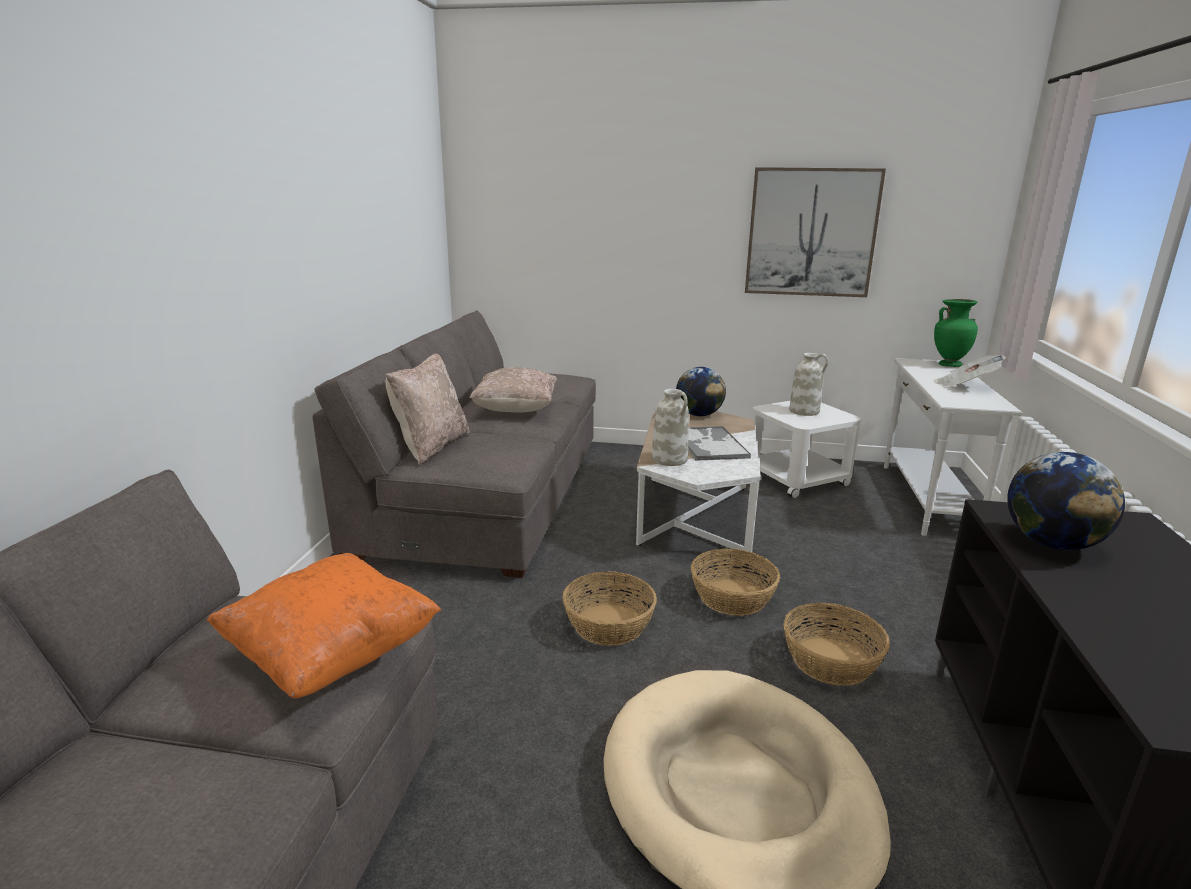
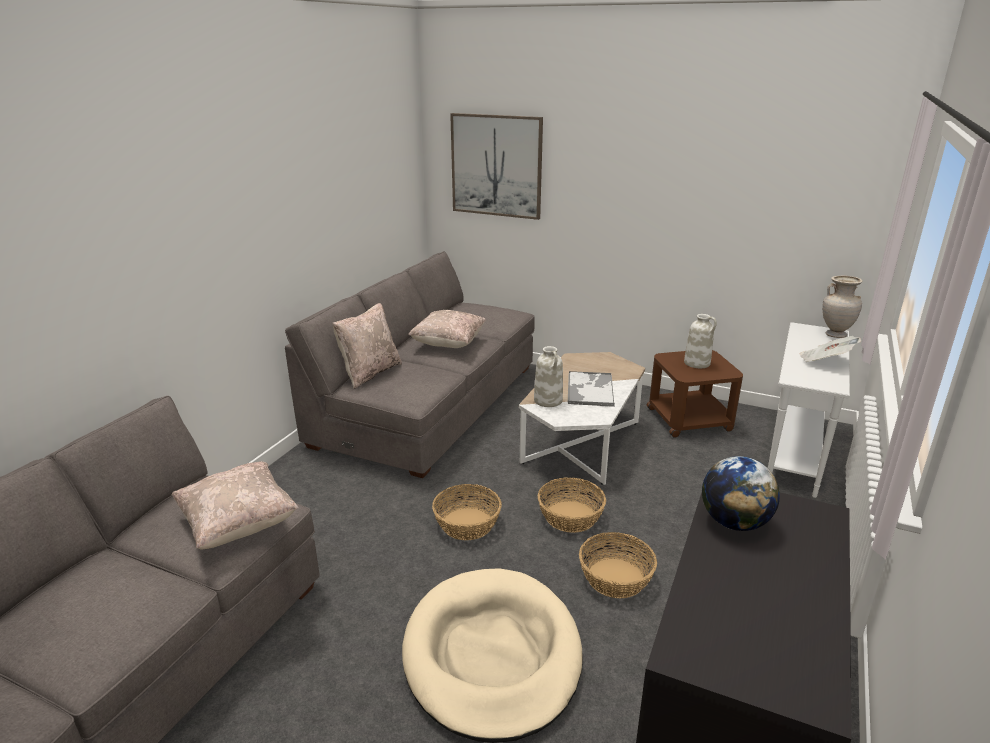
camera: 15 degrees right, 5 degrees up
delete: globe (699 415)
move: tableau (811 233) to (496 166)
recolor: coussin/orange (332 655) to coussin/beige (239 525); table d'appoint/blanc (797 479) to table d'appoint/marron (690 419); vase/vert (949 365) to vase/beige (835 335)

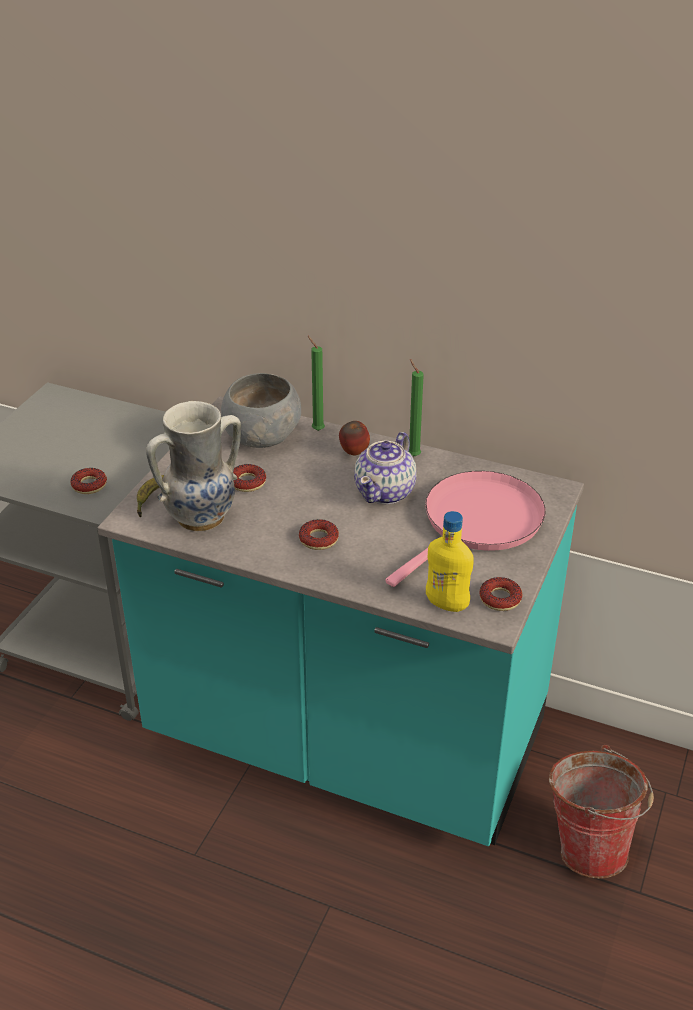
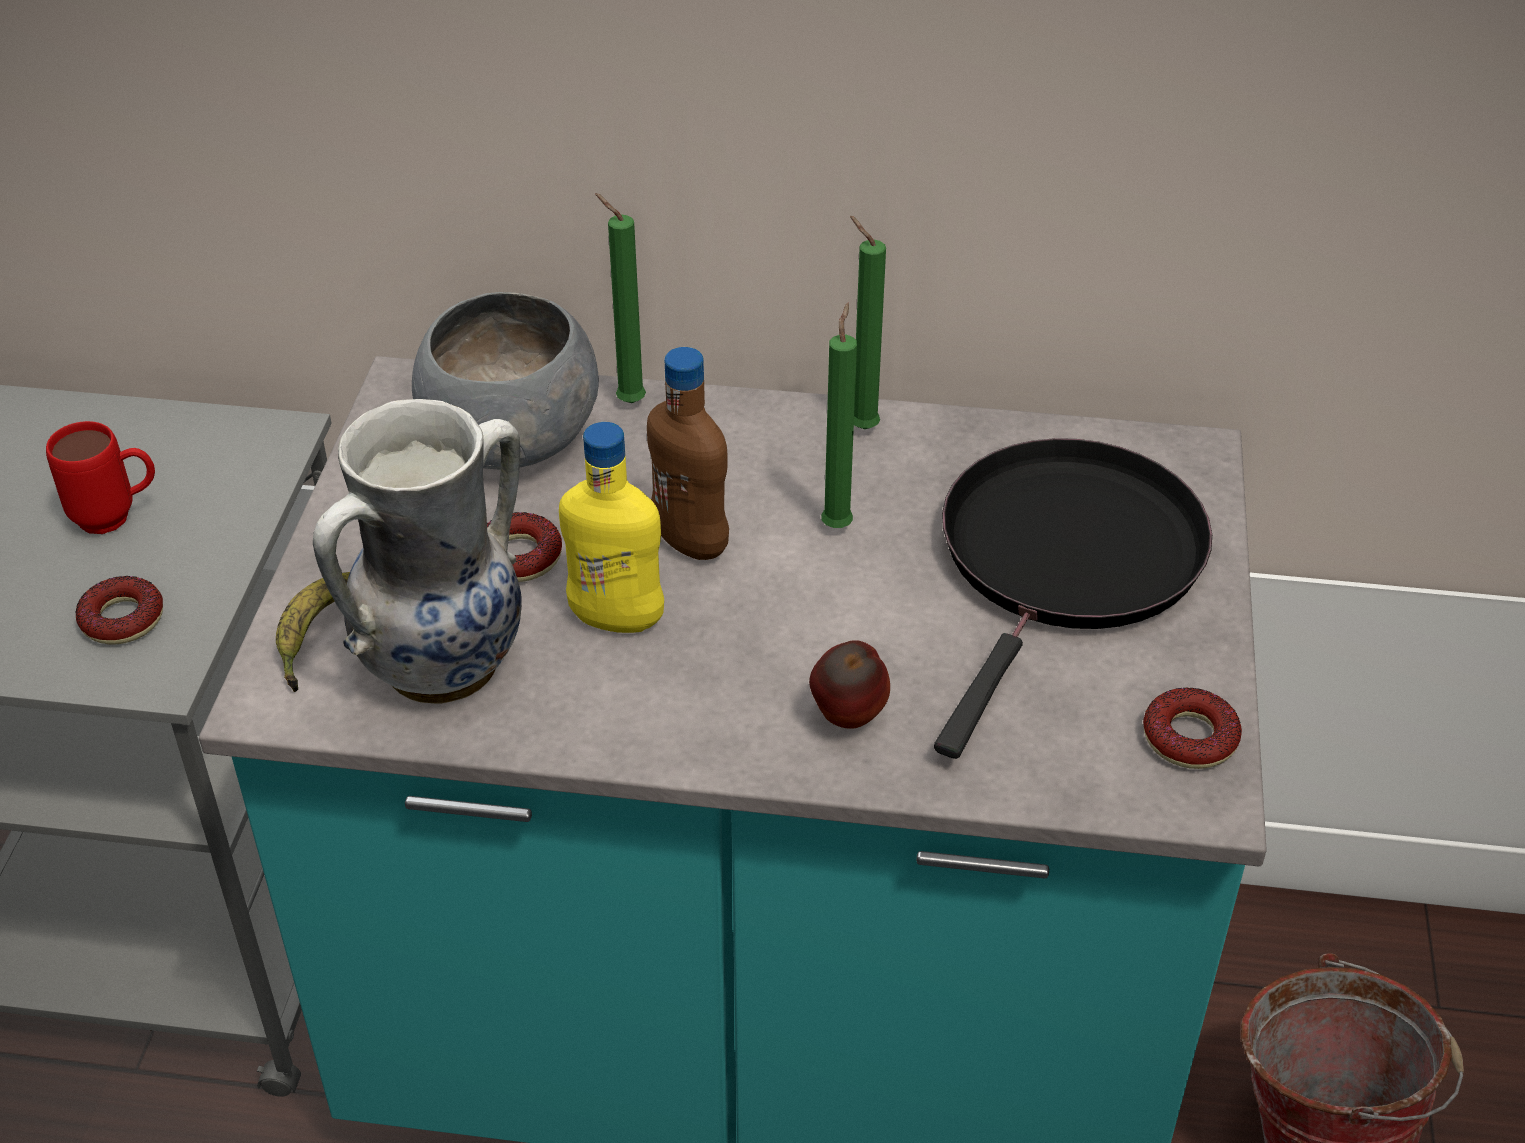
camera: 15 degrees left, 5 degrees up
delete: beignet (318 539)
insert: mug/rouge (118 518); bouteille/marron (690 541)
move: bouteille/jaune (447 604) to (617 619); pomme (353 453) to (847 719)
replace: théière (386 491) to bougie/vert (838 524)
recolor: poêle/rose (478 523) to poêle/noir (1066 562)

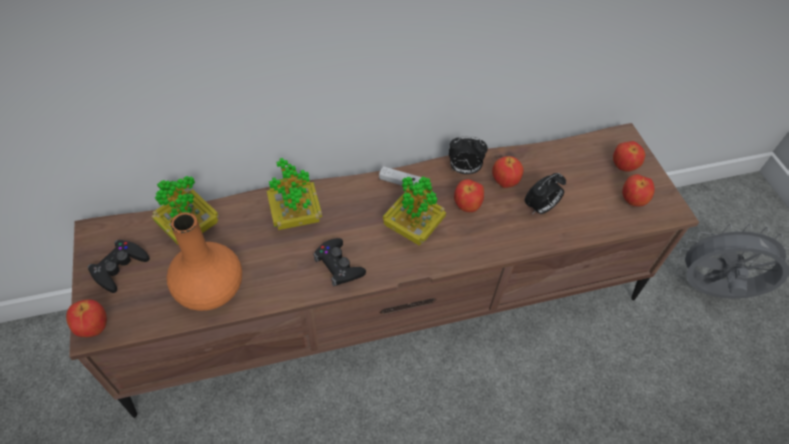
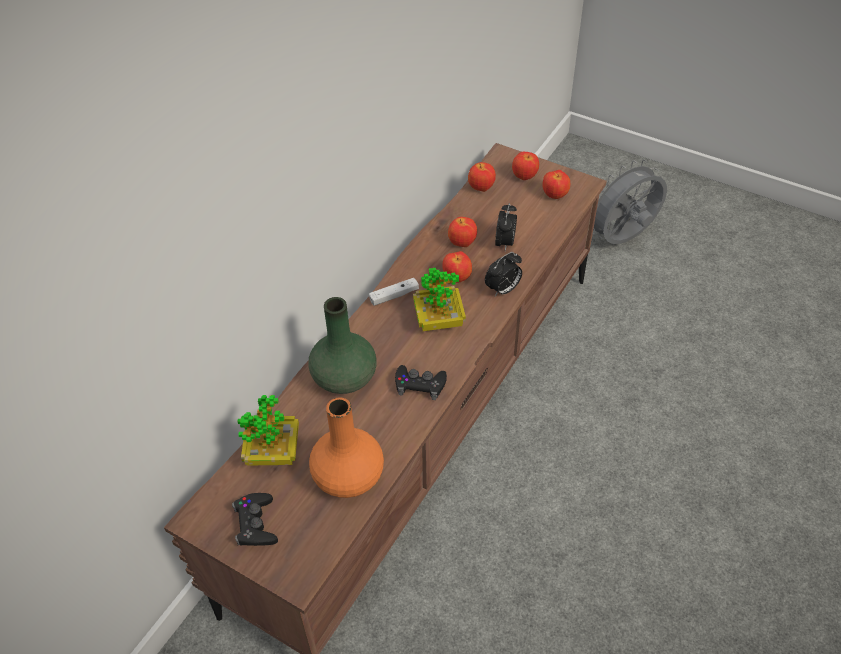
camera: 40 degrees left, 5 degrees down
move: pomme (93 328) to (481 188); réveil (463 170) to (503 290)
replace: plante en pot (296 216) to vase/vert (344 378)

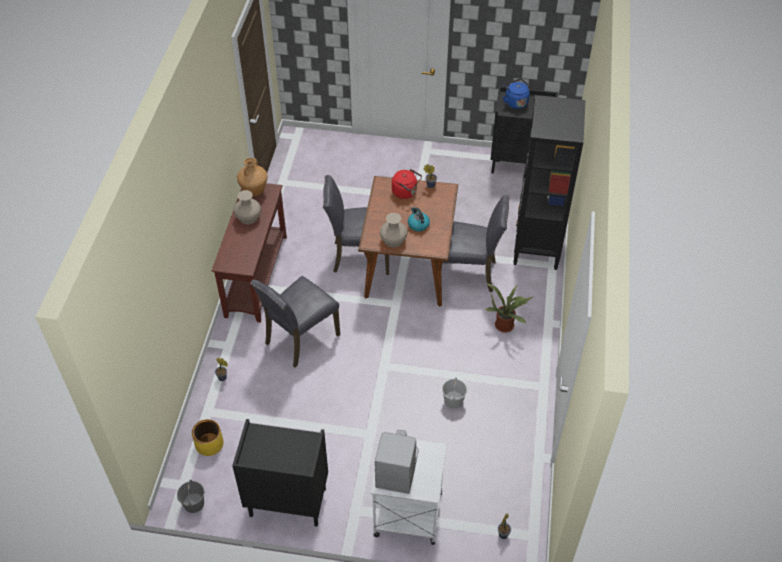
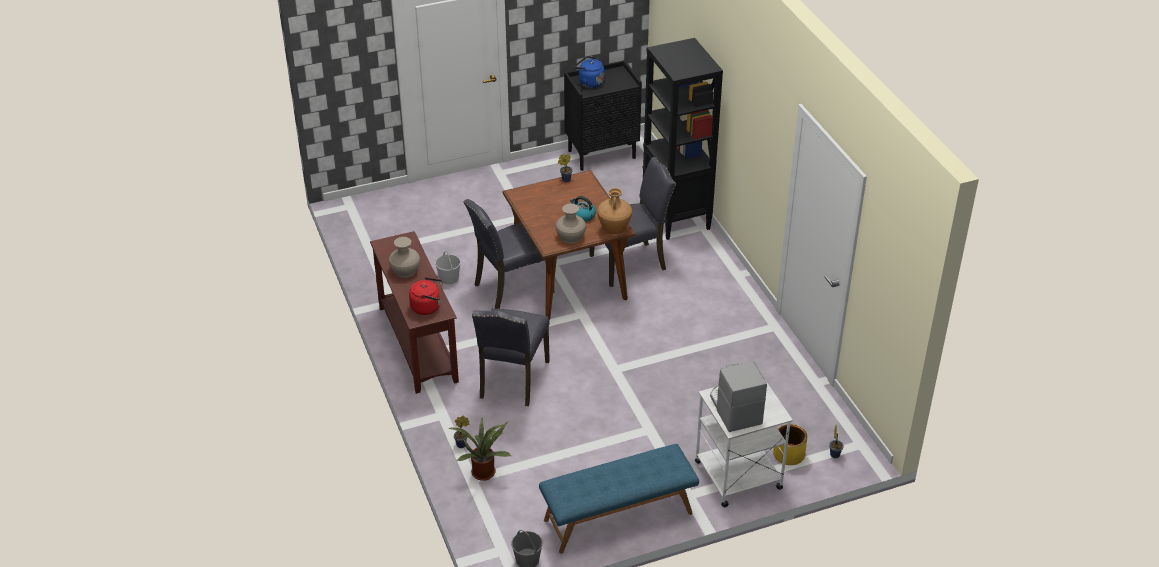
camera: 30 degrees left, 10 degrees down
move: bouilloire/rouge (406 192) to (428 307); seau/blanc (453 401) to (449 278); plante en pot (505 324) to (484 471); vase/marron (254 191) to (614 230); cache-pot/jaune (209 444) to (789 455)
replace: meuble de rangement/noir (287 502) to banc/bleu (618 517)

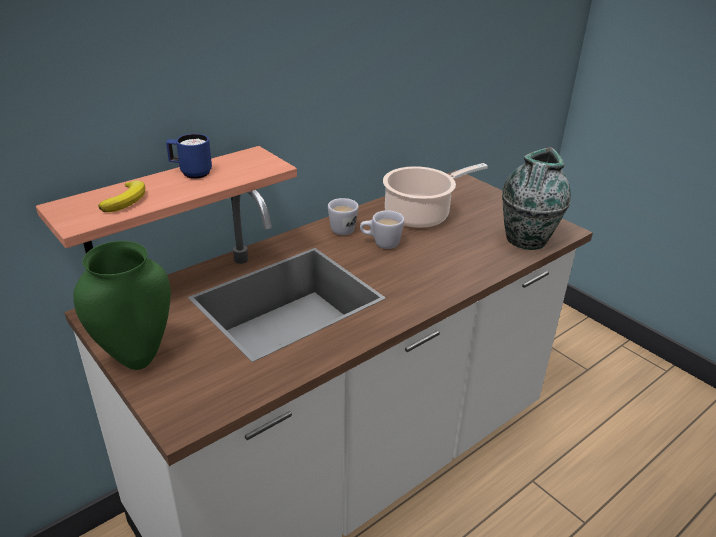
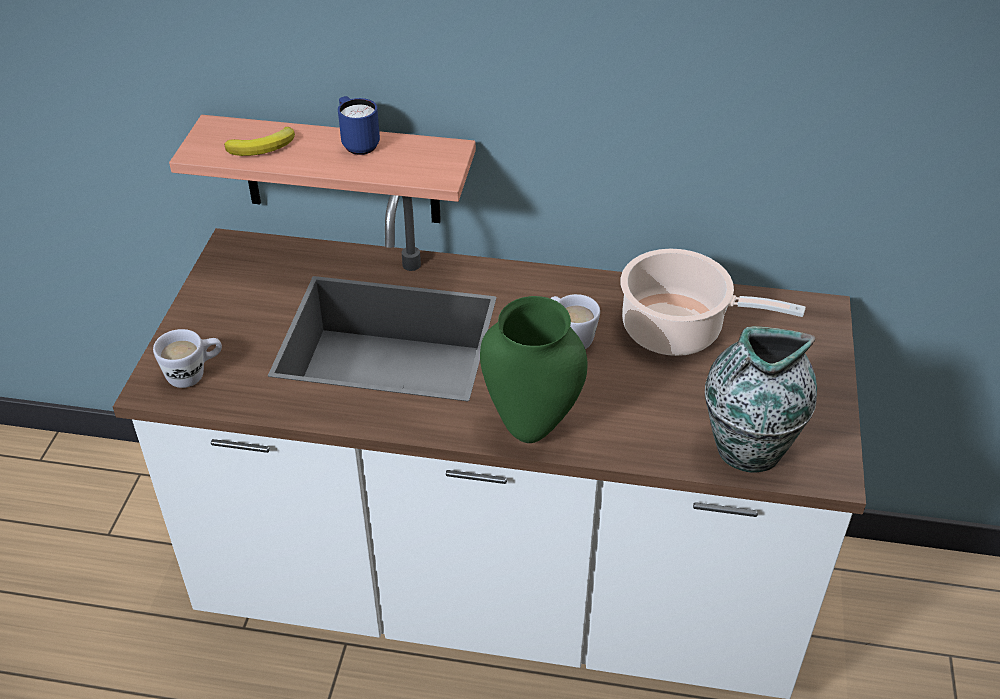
camera: 50 degrees right, 10 degrees up
move: mug/blanc (344 228) to (194 374); vase/vert (137 360) to (530 430)

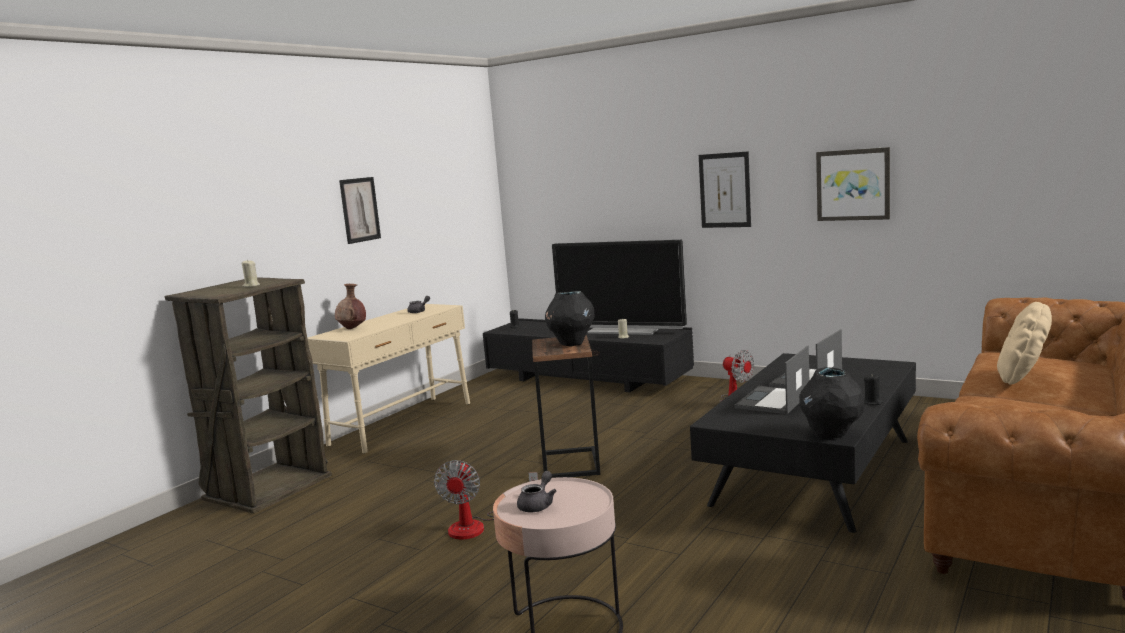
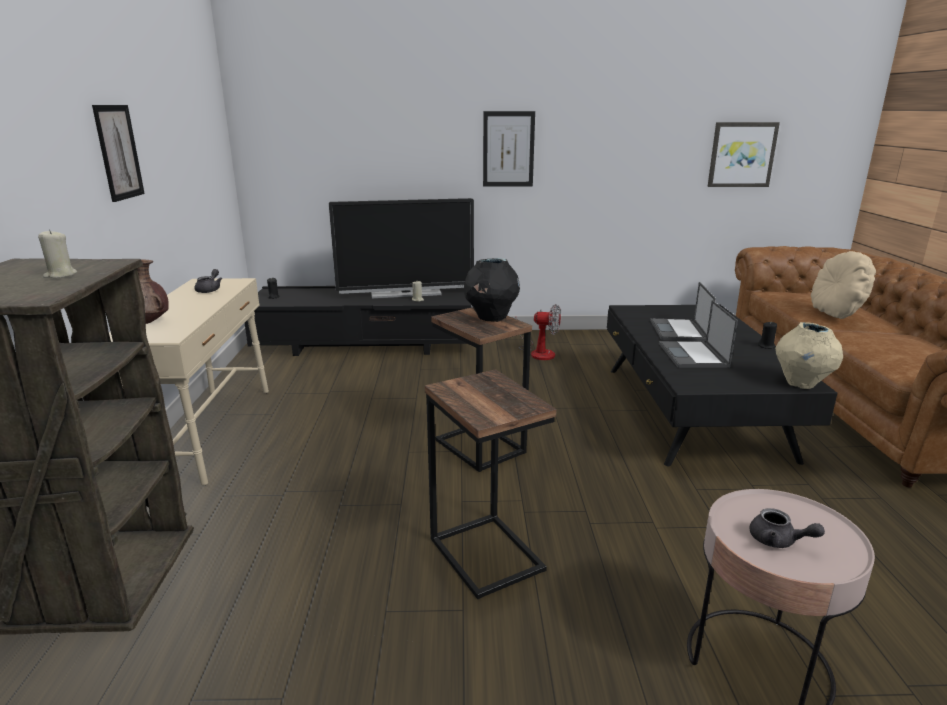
camera: 35 degrees left, 10 degrees up
move: tableau (853 185) to (742 155)
replace: ventilateur (479 526) to table d'appoint (487 553)
recolor: vase/noir (831 435) to vase/beige (801 384)
rotate: théière/gris (538 505) = (778 541) 135 degrees clockwise

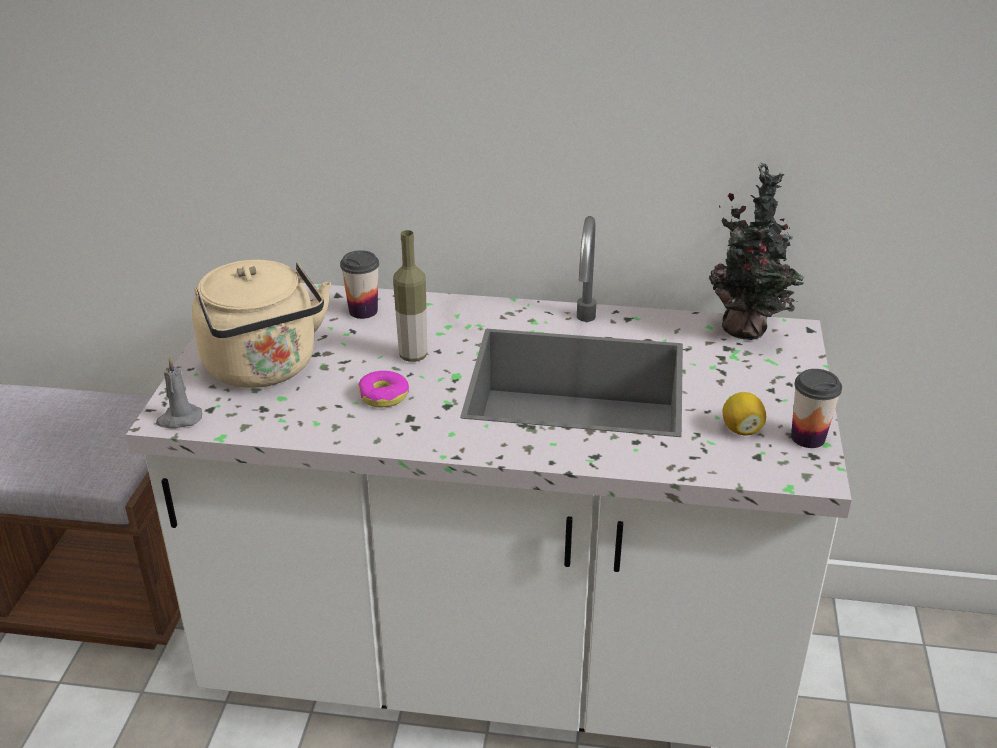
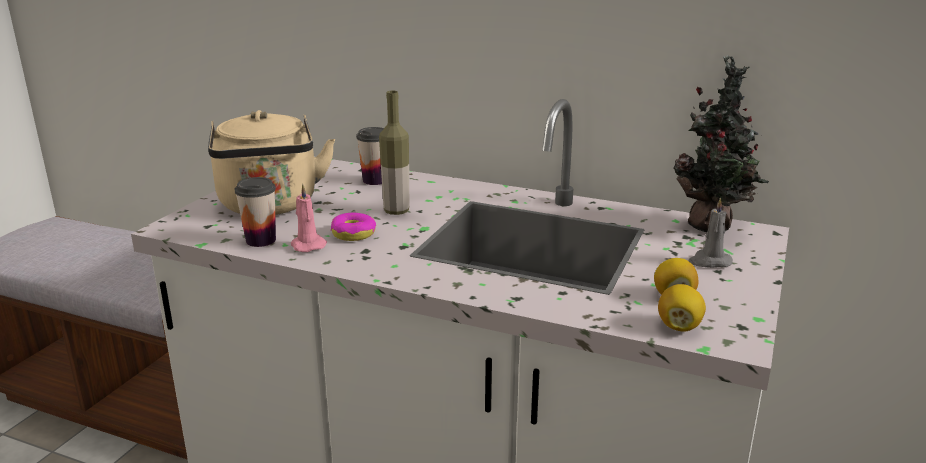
camera: 15 degrees right, 10 degrees down
insert: bougie/rose (307 245); citron (679 326)
move: tasse (808 437) to (261 240); bougie/gris (179 419) to (709 262)

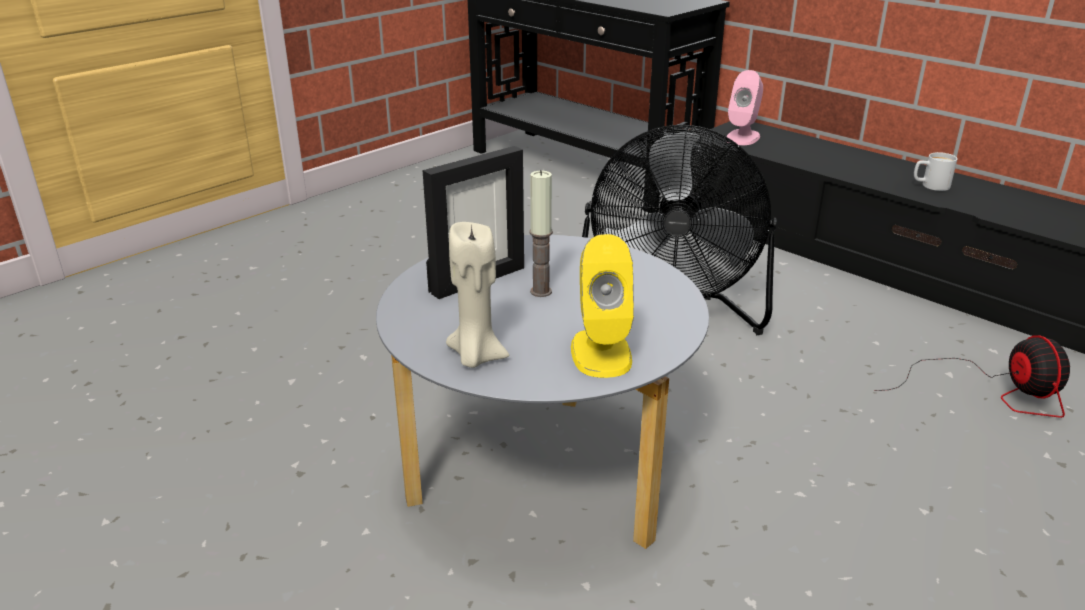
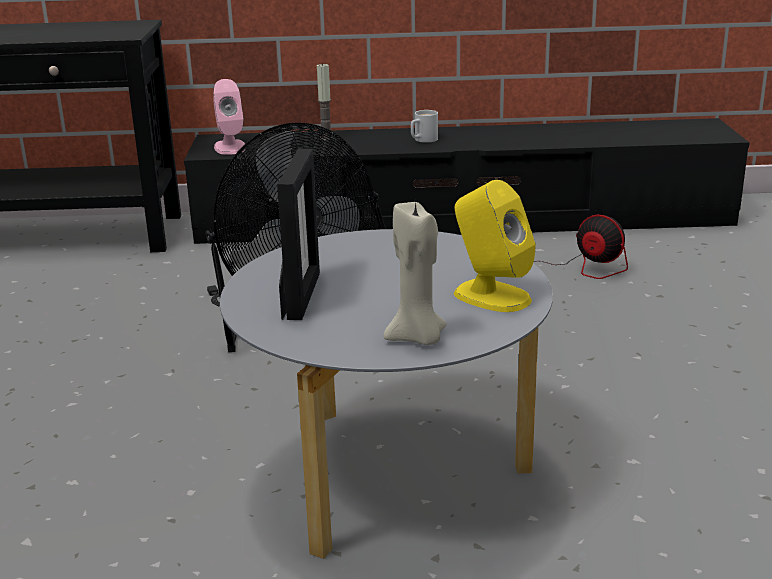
camera: 45 degrees left, 5 degrees down
move: bougie (541 291) to (326 138)

